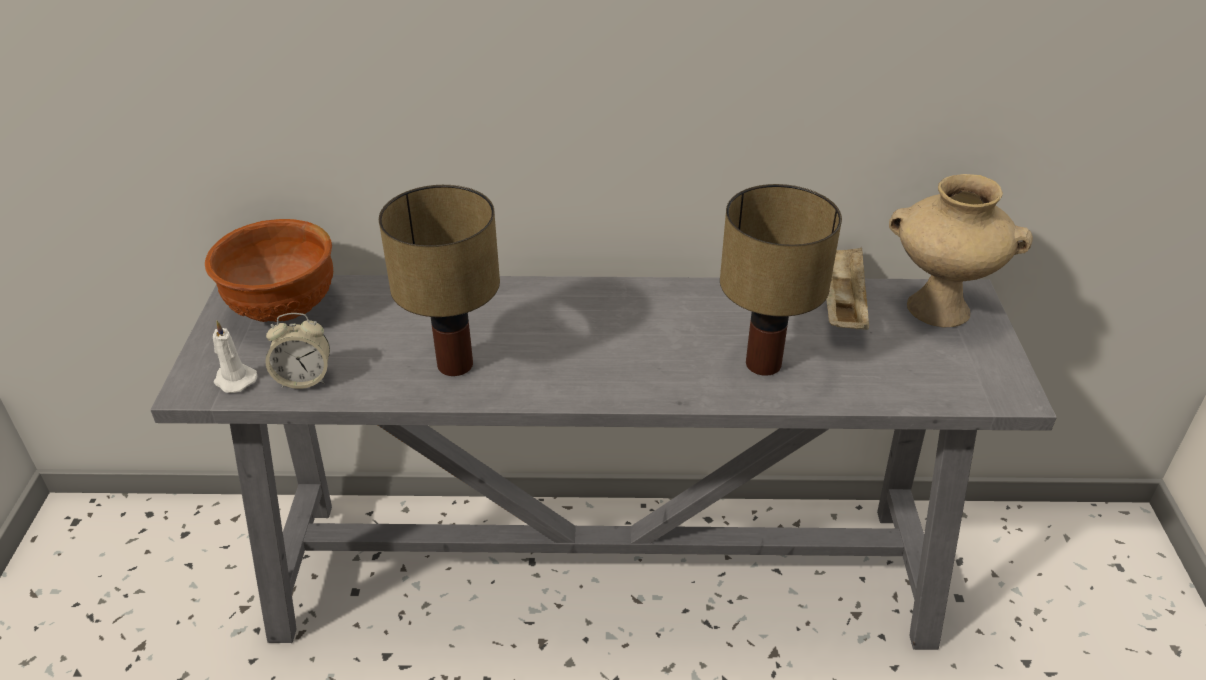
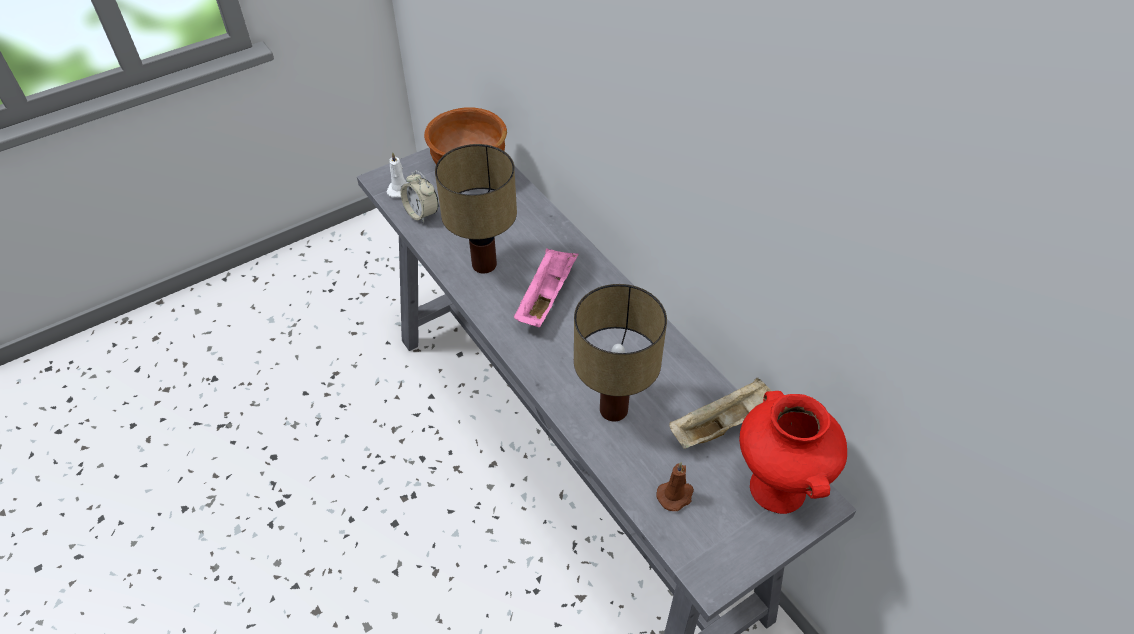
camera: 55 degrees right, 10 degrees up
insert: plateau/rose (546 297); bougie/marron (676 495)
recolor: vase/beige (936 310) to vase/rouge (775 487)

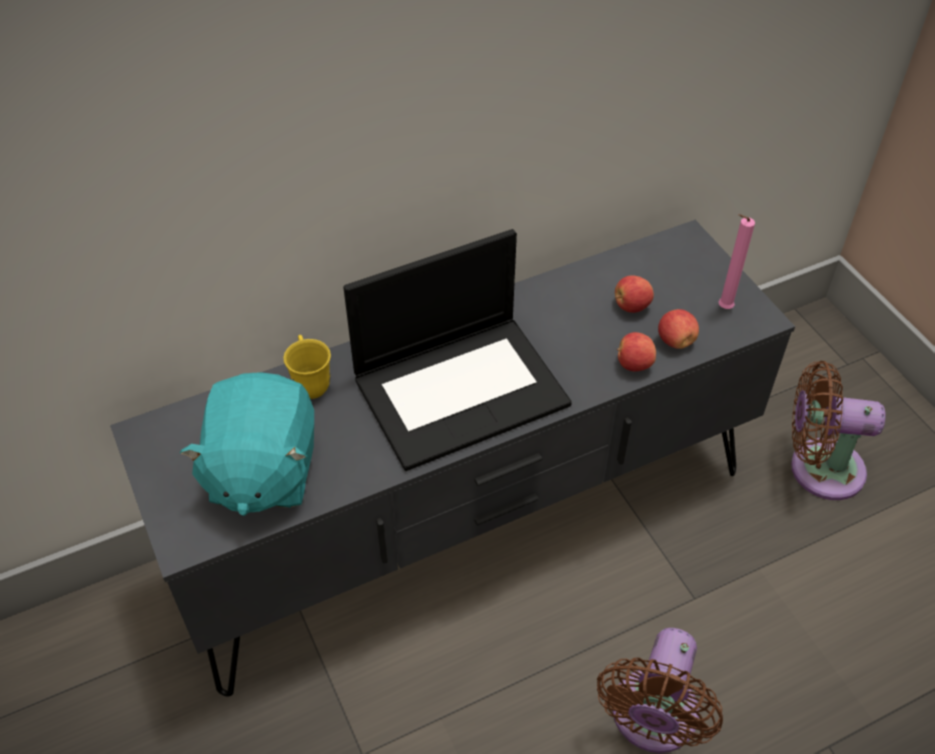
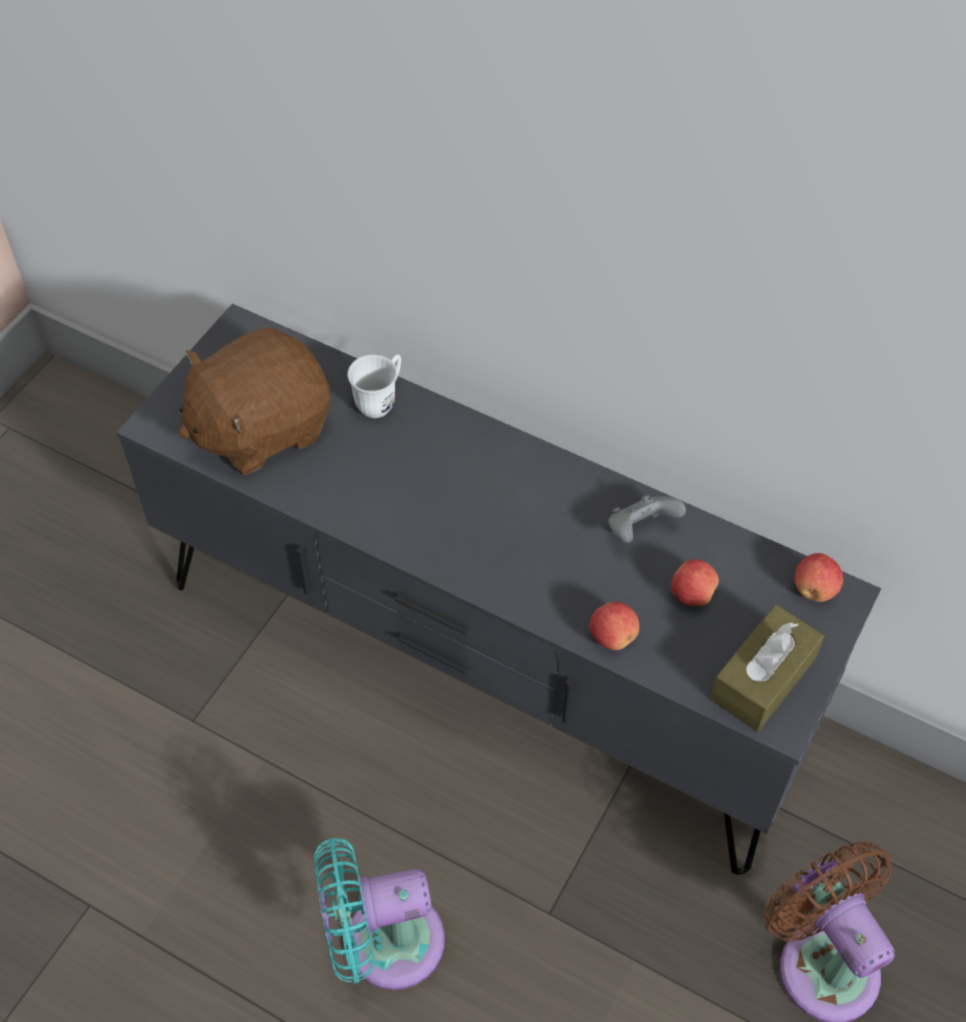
camera: 55 degrees right, 5 degrees up
delete: ordinateur portable (461 389)
insert: manette/gris (640 530)
move: pomme (675 341) to (814 589)
replace: bougie/rose (722 308) to boîte à mouchoirs/marron (763 678)
recolor: peluche/turquoise (261 471) to peluche/marron (260 428); ventilateur/marron (651 720) to ventilateur/turquoise (383 943); mug/jaune (310 381) to mug/blanc (381 401)

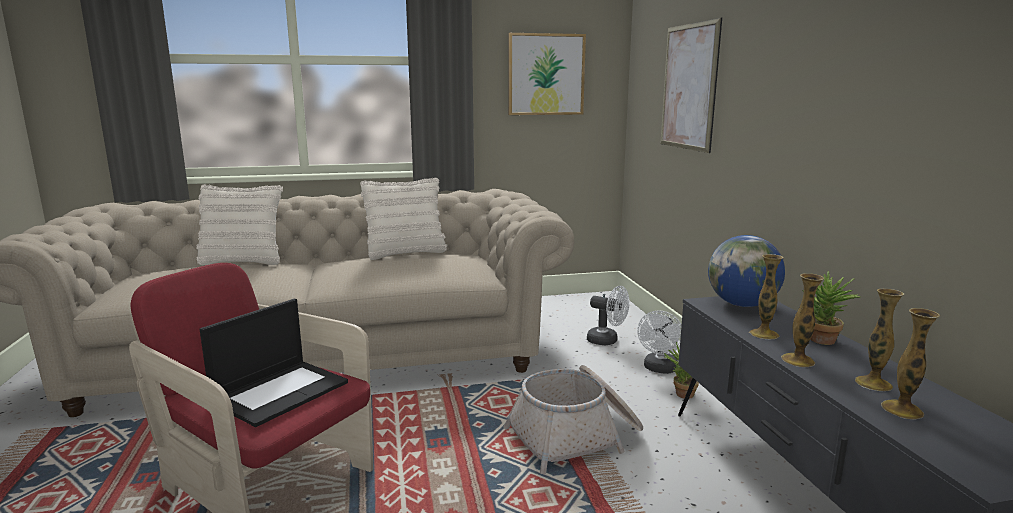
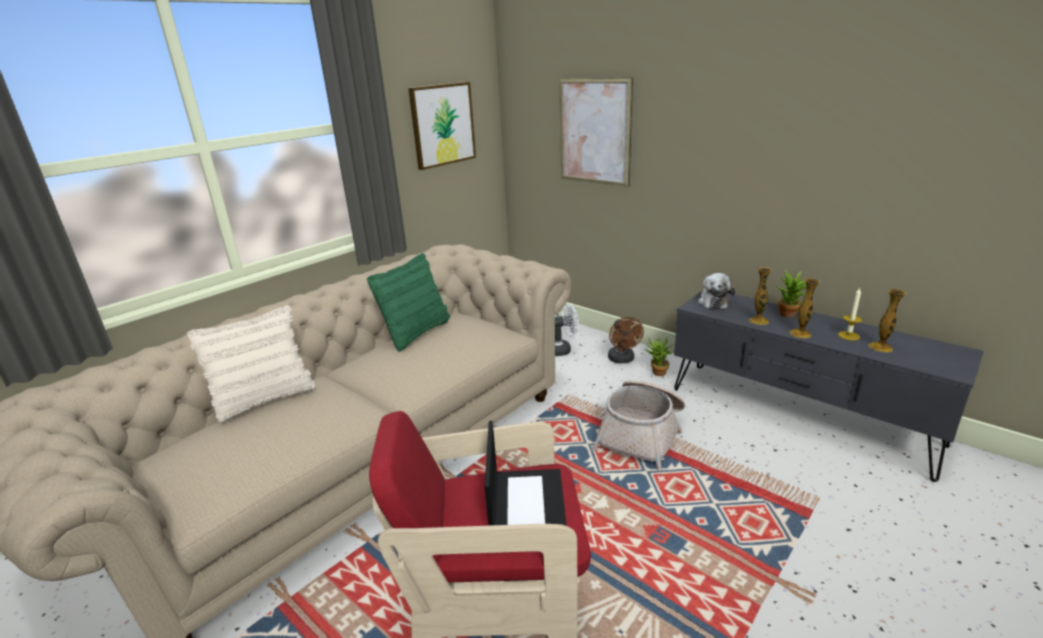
camera: 35 degrees left, 10 degrees up
replace: globe (742 305) to peluche (713 301); vase (873 384) to bougie (848 335)
recolor: coussin/beige (406 253) to coussin/vert (416 333); ventilateur/blanc (659 369) to ventilateur/marron (622 360)

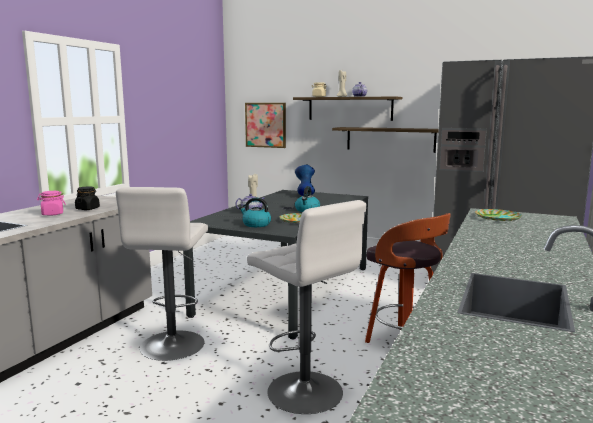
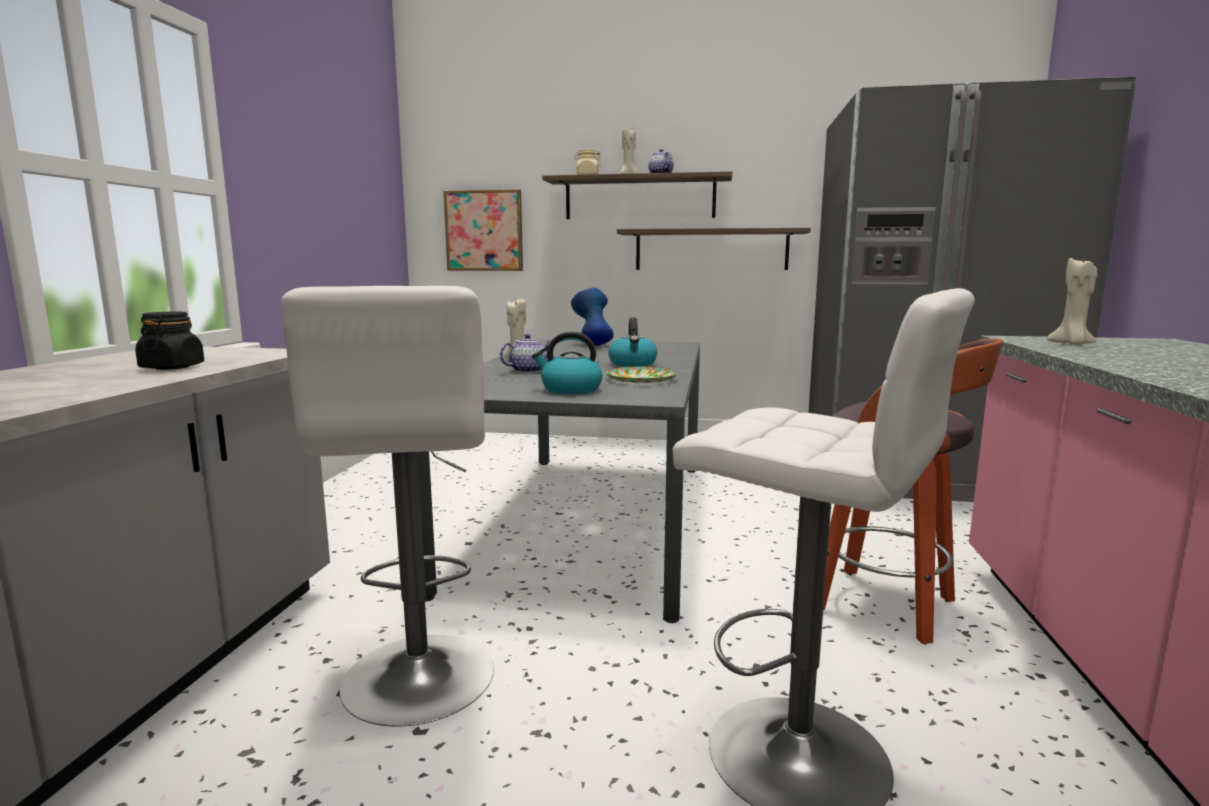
camera: 15 degrees left, 0 degrees up
delete: bocal/rose (52 214)
replace: assiette (497 218) to bougie/beige (1071 344)

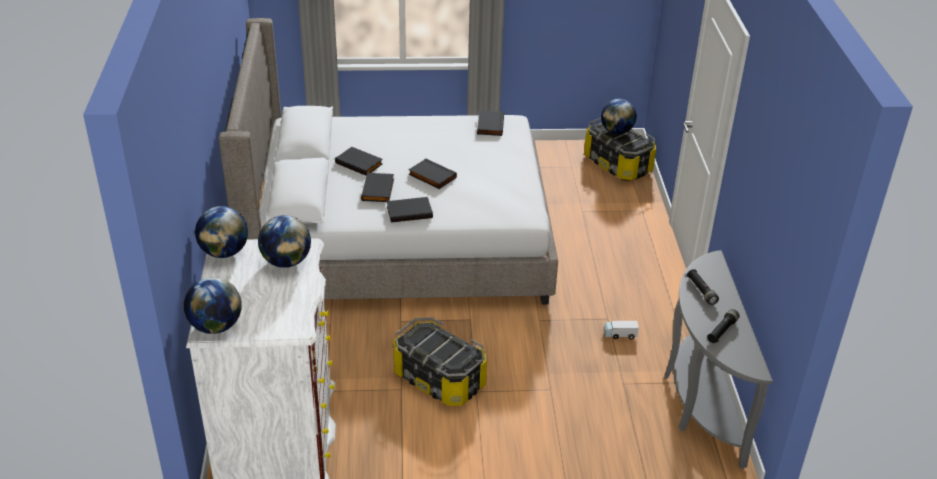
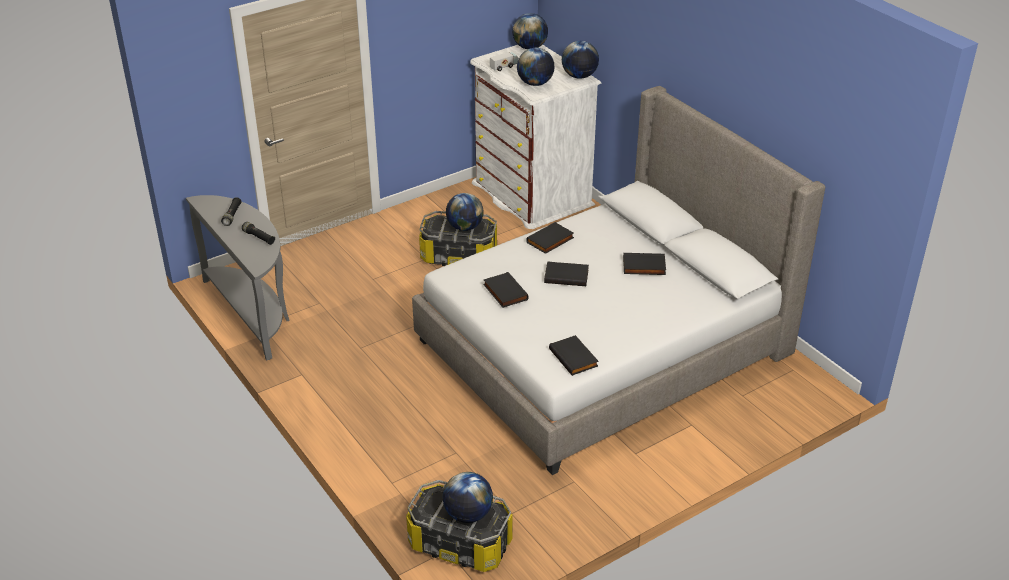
camera: 150 degrees right, 0 degrees up
insert: globe (464 227)
move: livre/noir (379 190) to (504 292); camion jouet (620 335) to (504 66)

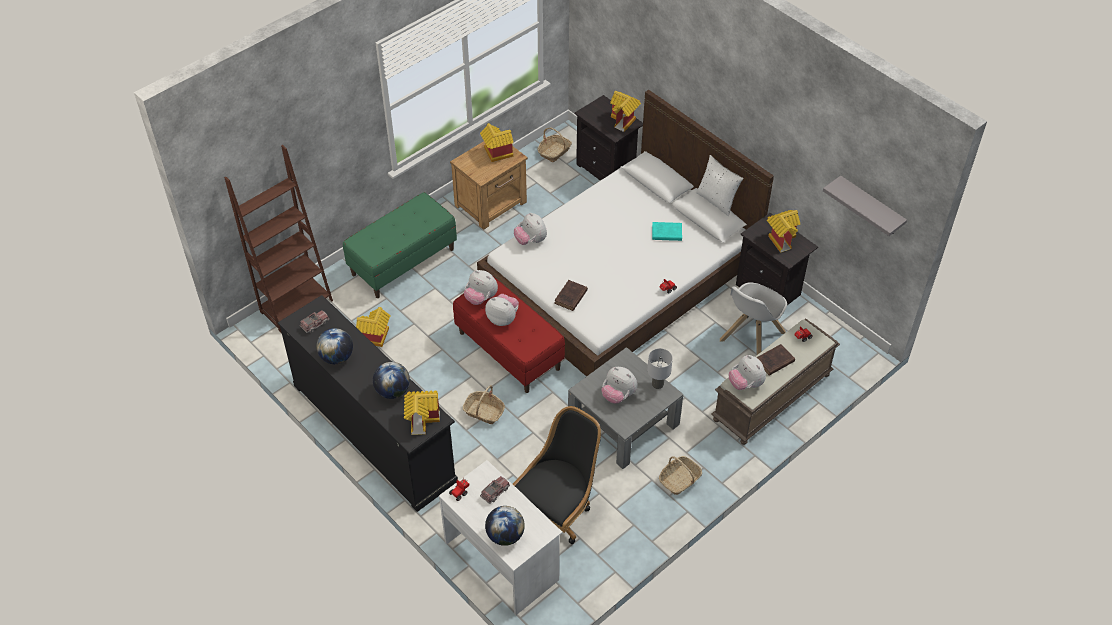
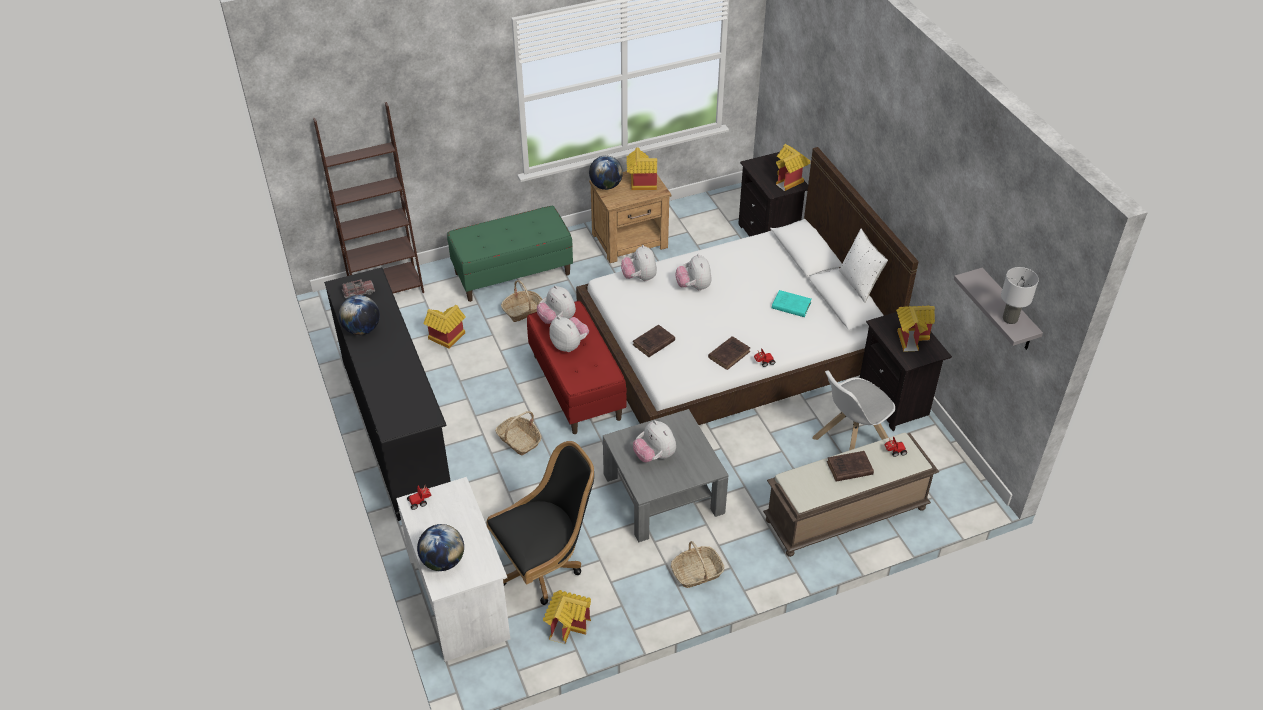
camera: 20 degrees right, 5 degrees down
delete: camion jouet (495 492)
insert: livre/marron (730 354)
move: panier (554 152) to (523 311); maison miniature (423 419) to (569 625); globe (393 391) to (606 186); peluche (745 384) to (693 286); lampe de table/blanc (657 385) to (1009 320)

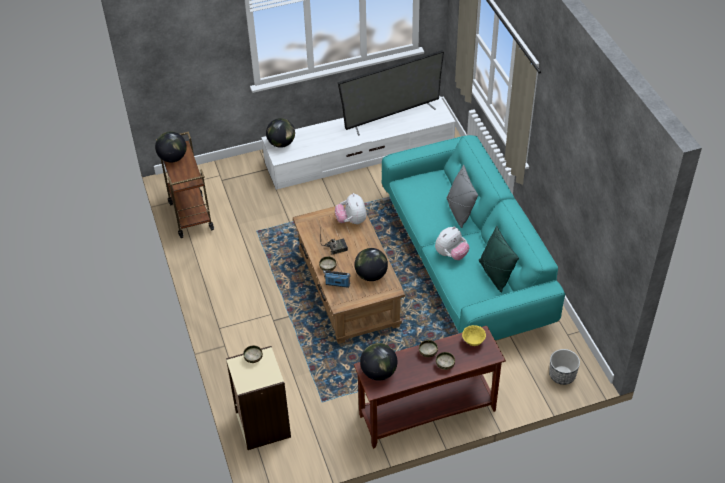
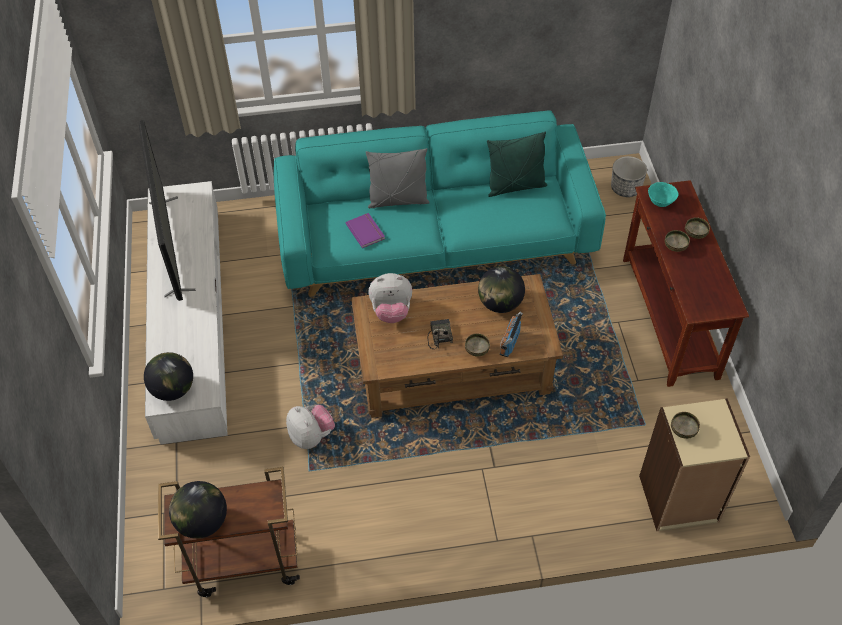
camera: 80 degrees left, 5 degrees up
delete: globe (379 372)
insert: livre/violet (366 231)
move: peluche (451 254) to (311 436)
recolor: bol/jaune (473 342) to bol/turquoise (660 203)

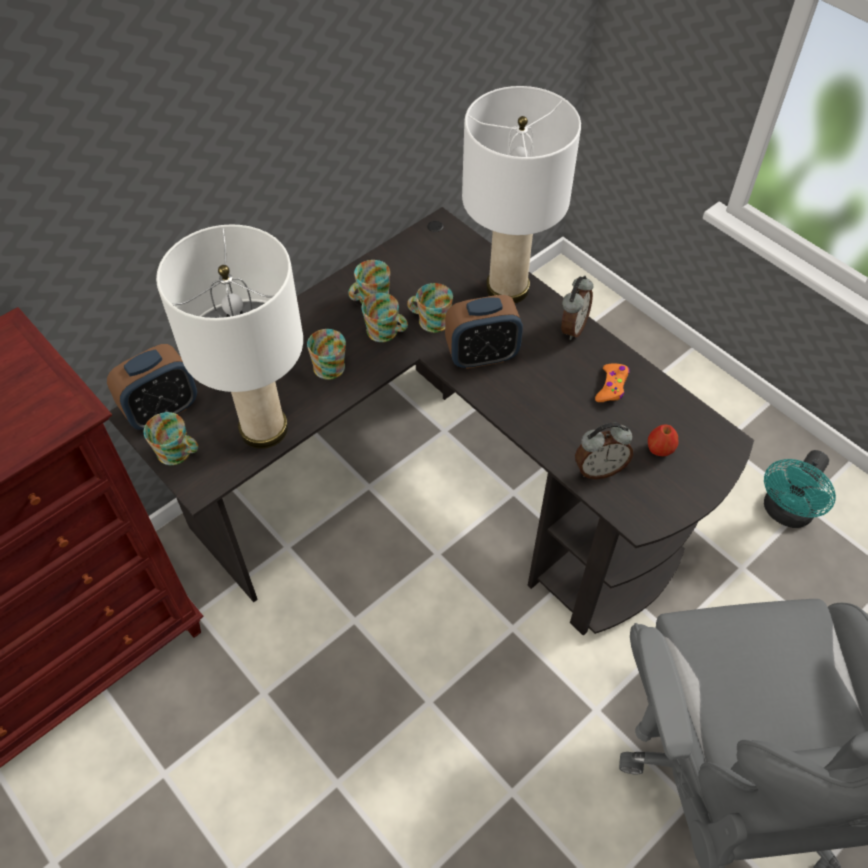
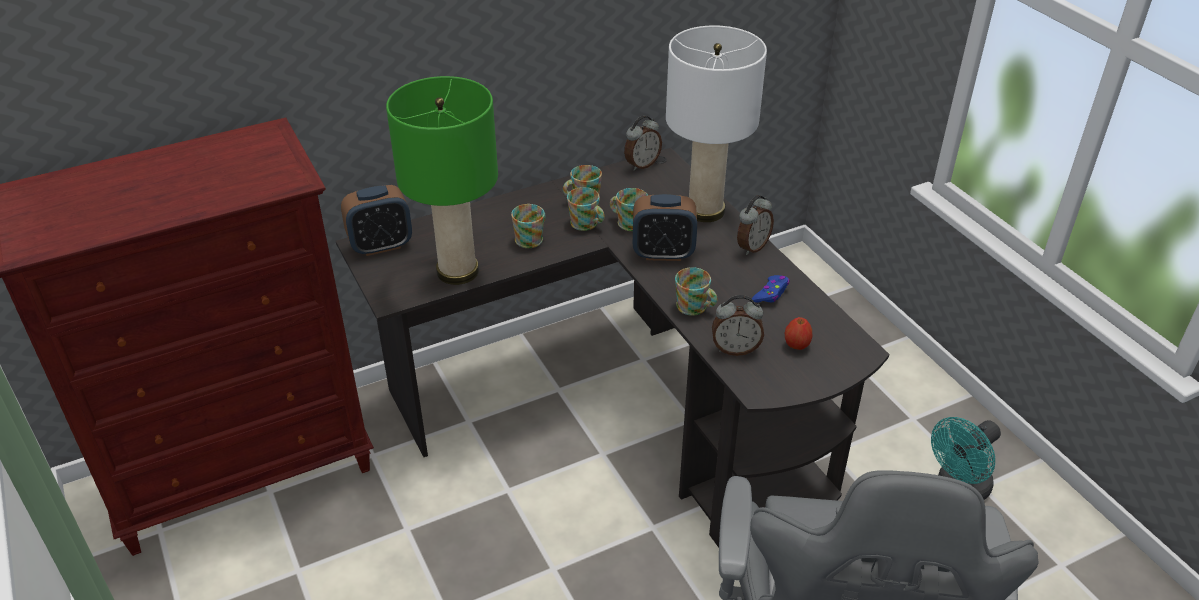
camera: 15 degrees right, 15 degrees down
insert: réveil (641 164)
move: mug (178 453) to (695 308)
recolor: lampe de table/blanc (264 428) to lampe de table/vert (458 271); manette/orange (611 386) to manette/bleu (771 293)

